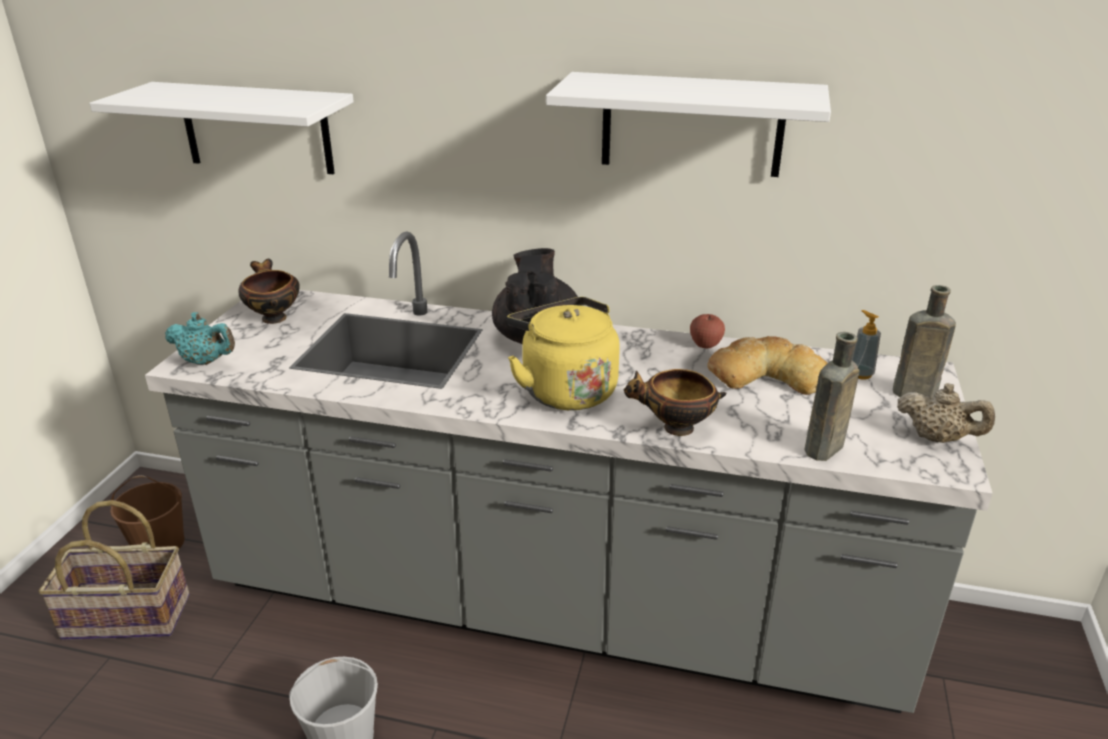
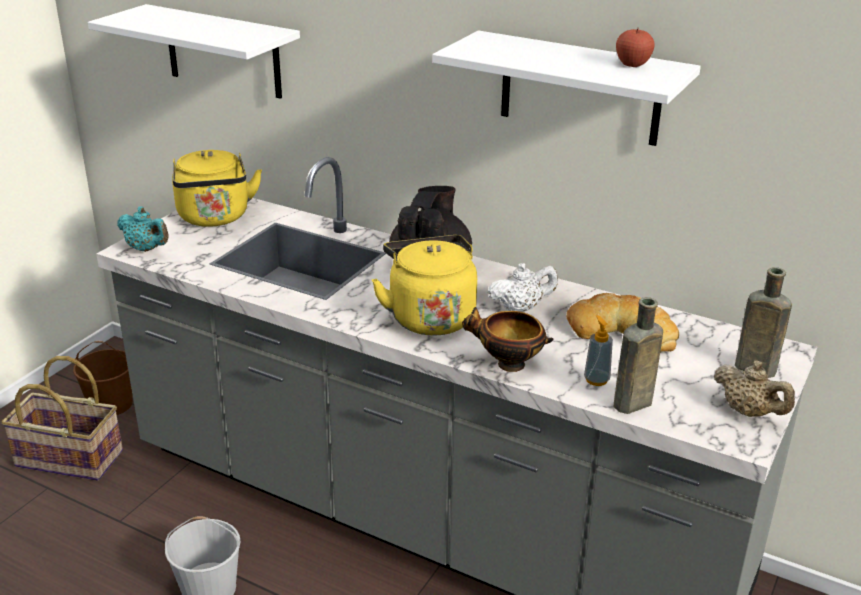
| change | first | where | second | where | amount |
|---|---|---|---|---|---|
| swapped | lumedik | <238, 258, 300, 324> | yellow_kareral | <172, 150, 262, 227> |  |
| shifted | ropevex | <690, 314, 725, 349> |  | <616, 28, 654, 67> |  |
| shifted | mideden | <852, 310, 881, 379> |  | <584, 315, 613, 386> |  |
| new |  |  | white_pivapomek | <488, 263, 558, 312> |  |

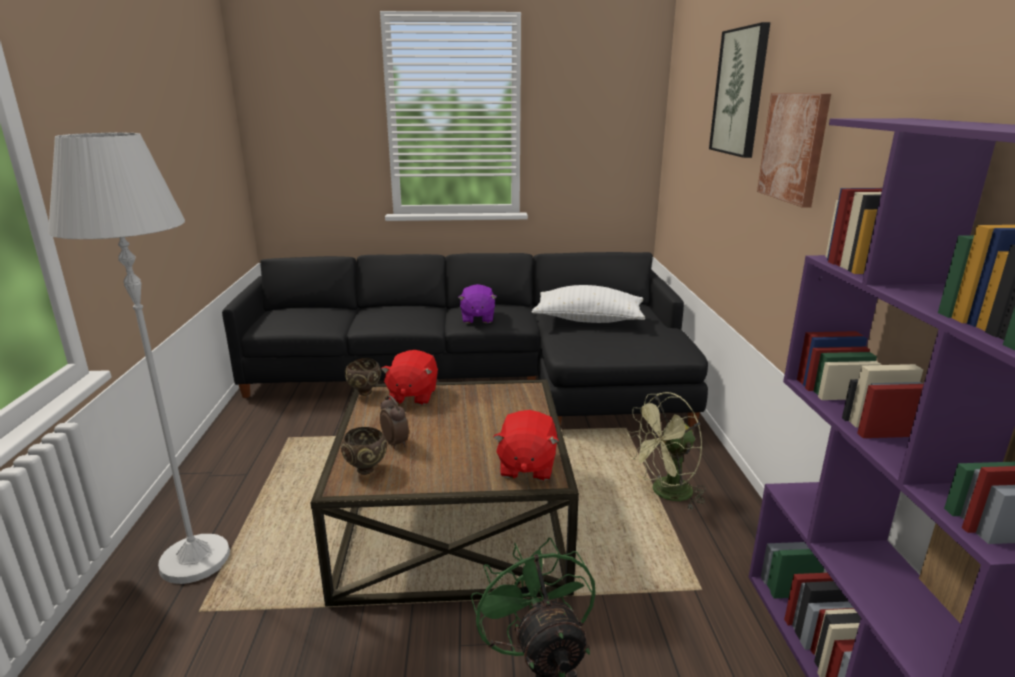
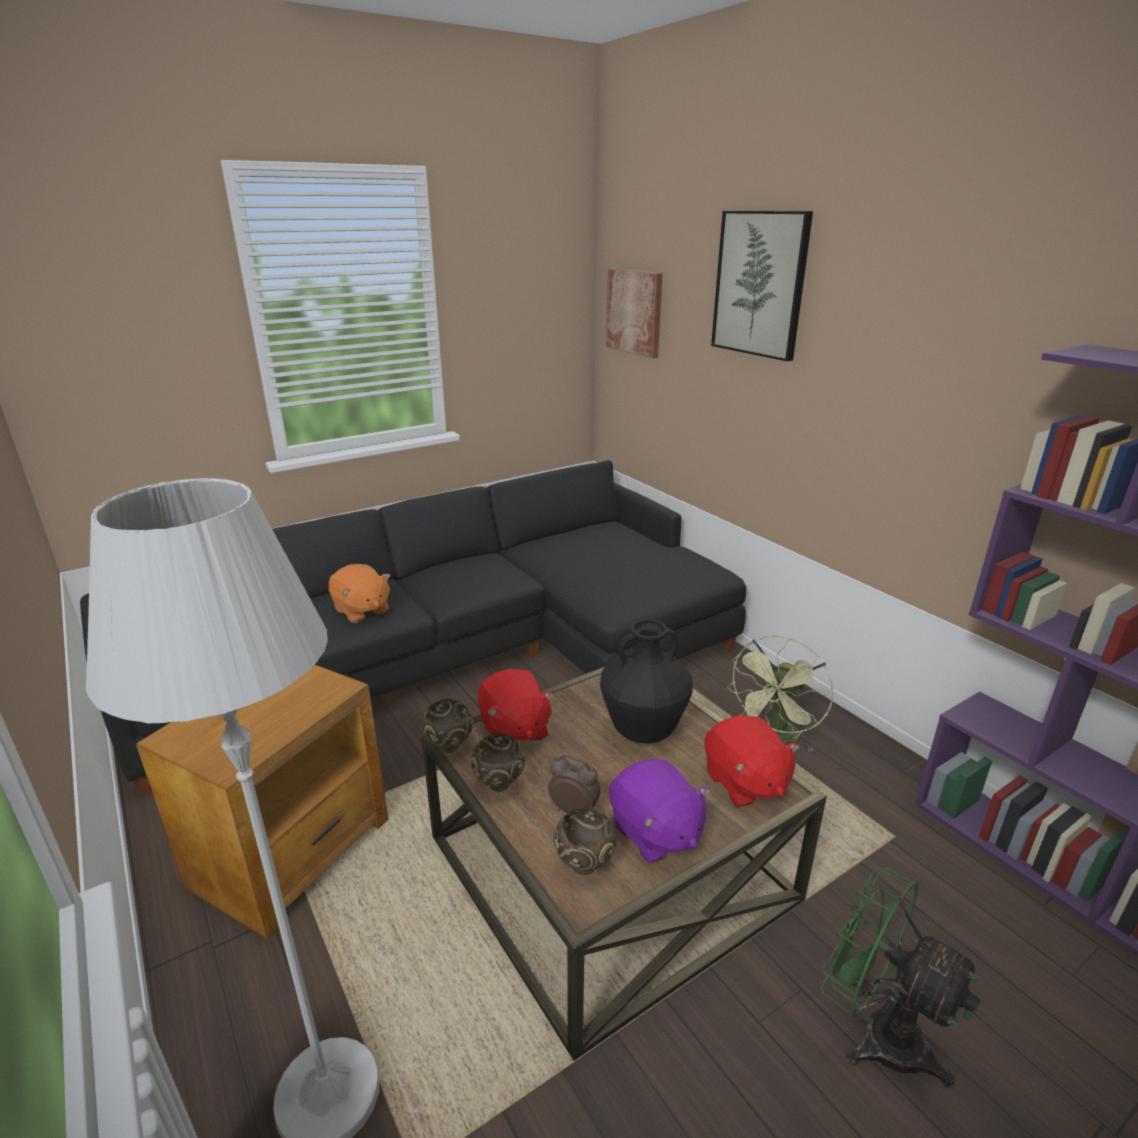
| change | first | where | second | where | amount |
|---|---|---|---|---|---|
| shifted | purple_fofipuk | <458, 284, 497, 323> |  | <609, 759, 710, 863> |  |
| gone | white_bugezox | <532, 285, 645, 323> |  |  |  |
| shifted | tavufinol | <757, 93, 831, 208> |  | <606, 268, 663, 358> |  |
| new |  |  | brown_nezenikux | <136, 665, 389, 940> |  |
| new |  |  | orange_fofipuk | <329, 564, 391, 623> |  |
| new |  |  | brown_lumedik | <471, 734, 525, 792> |  |
| new |  |  | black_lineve | <600, 619, 693, 743> |  |

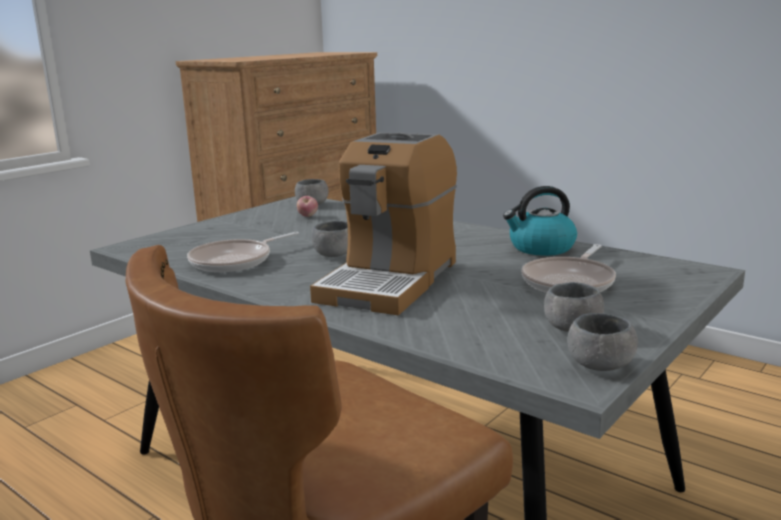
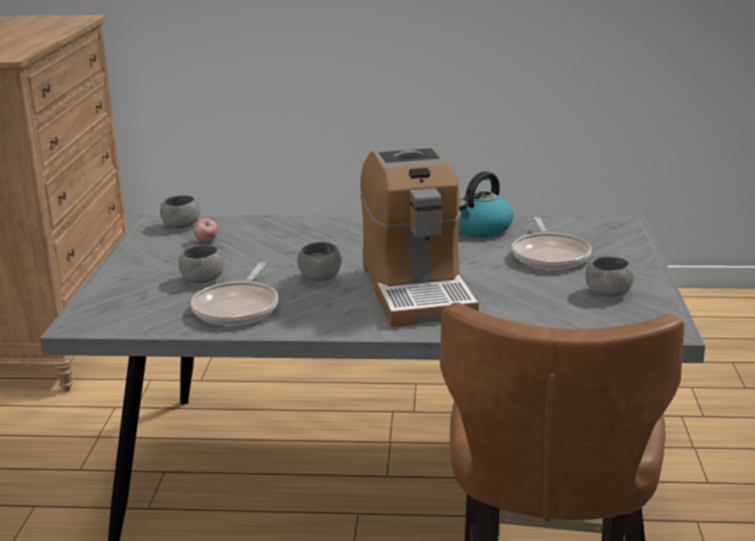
| change | first | where | second | where | amount |
|---|---|---|---|---|---|
| shifted | grey_lumedik | <567, 313, 638, 371> |  | <178, 245, 224, 283> |  |

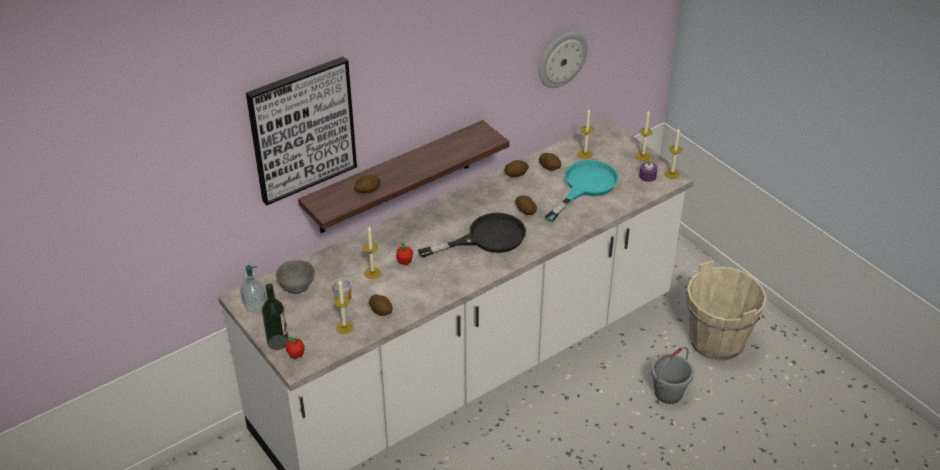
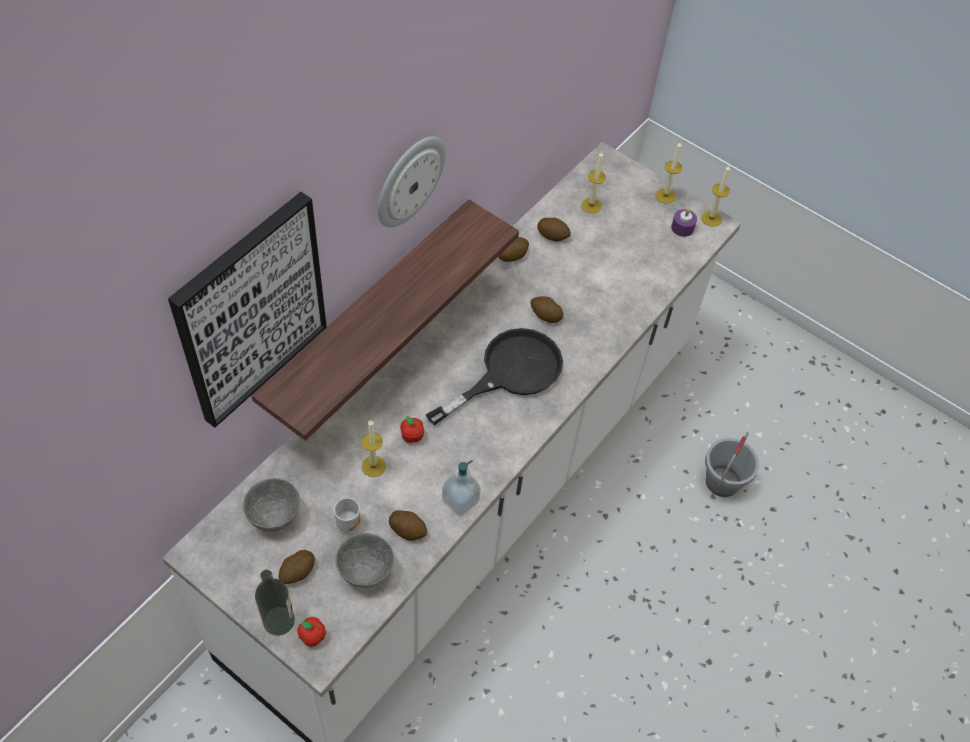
| change | first | where | second | where | amount |
|---|---|---|---|---|---|
| shifted | mideden | <240, 265, 267, 312> |  | <442, 460, 481, 516> |  |
| swapped | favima | <334, 280, 353, 334> | grey_lumedik | <335, 533, 394, 588> |  |
| shifted | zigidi | <354, 175, 380, 193> |  | <278, 550, 315, 584> |  |
| shifted | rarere | <539, 32, 588, 88> |  | <378, 136, 446, 227> |  |
| gone | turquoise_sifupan | <545, 160, 619, 222> |  |  |  |
| gone | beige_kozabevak | <686, 260, 767, 361> |  |  |  |

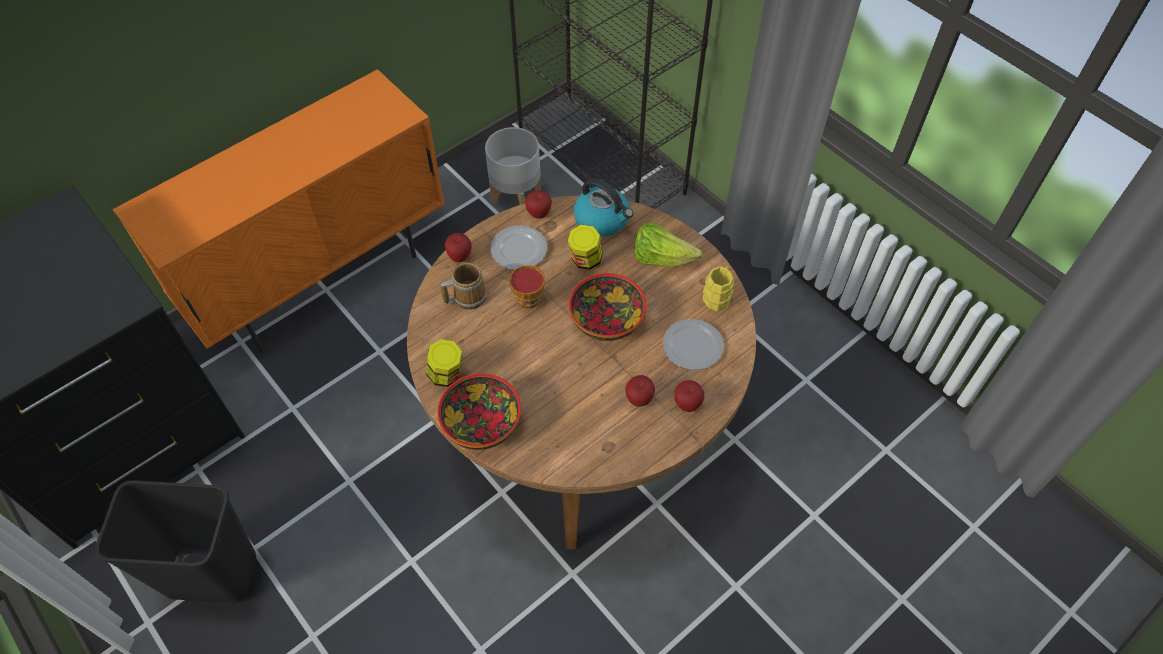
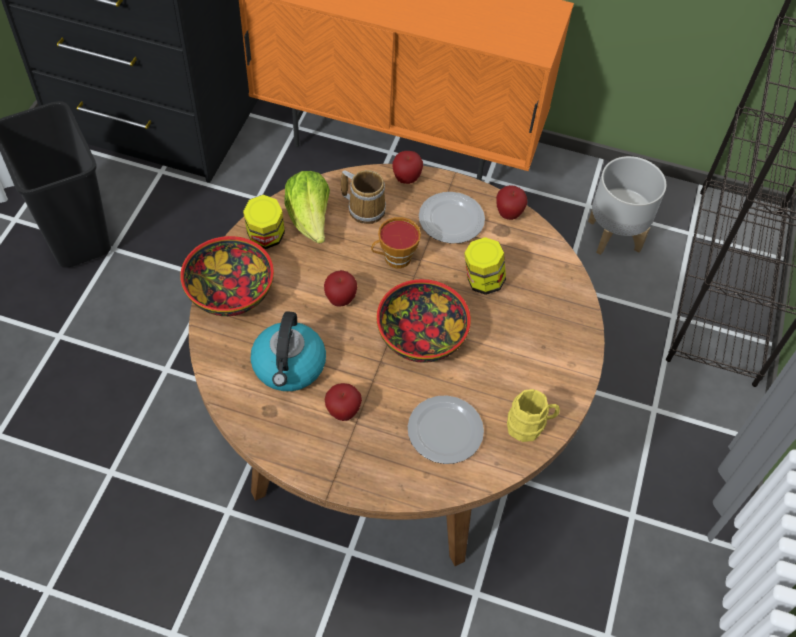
| change | first | where | second | where | amount |
|---|---|---|---|---|---|
| shifted | kareral | <574, 178, 633, 237> |  | <251, 311, 326, 391> |  |
| shifted | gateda | <634, 223, 703, 267> |  | <284, 171, 330, 244> |  |
| shifted | ropevex | <675, 380, 705, 412> |  | <324, 270, 357, 307> |  |

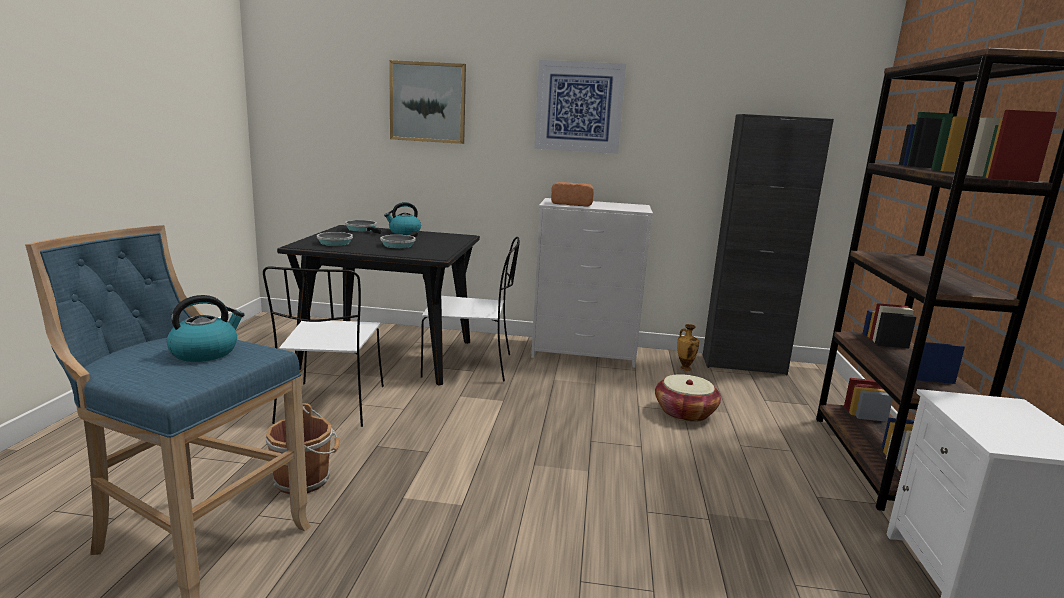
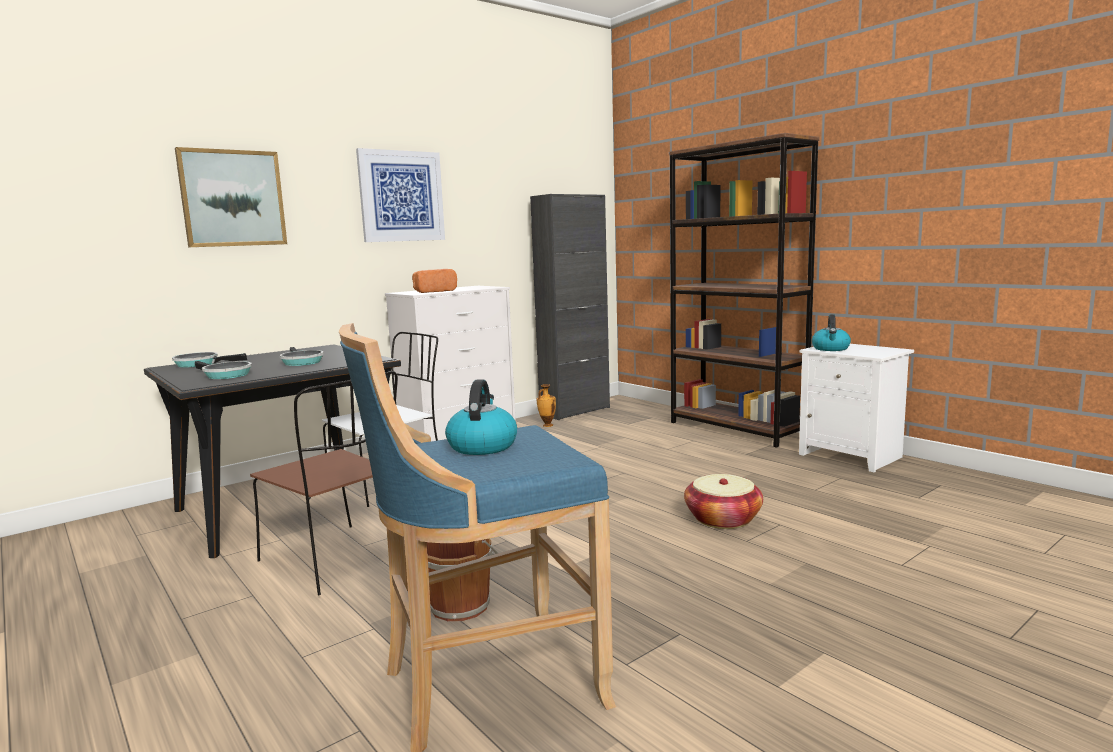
| change | first | where | second | where | amount |
|---|---|---|---|---|---|
| repainted | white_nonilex | <263, 266, 384, 427> | brown_nonilex | <250, 371, 398, 596> |  |
| shifted | kareral | <384, 202, 421, 235> |  | <812, 314, 851, 351> |  |
| shifted | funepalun | <655, 374, 721, 422> |  | <684, 474, 763, 529> |  |

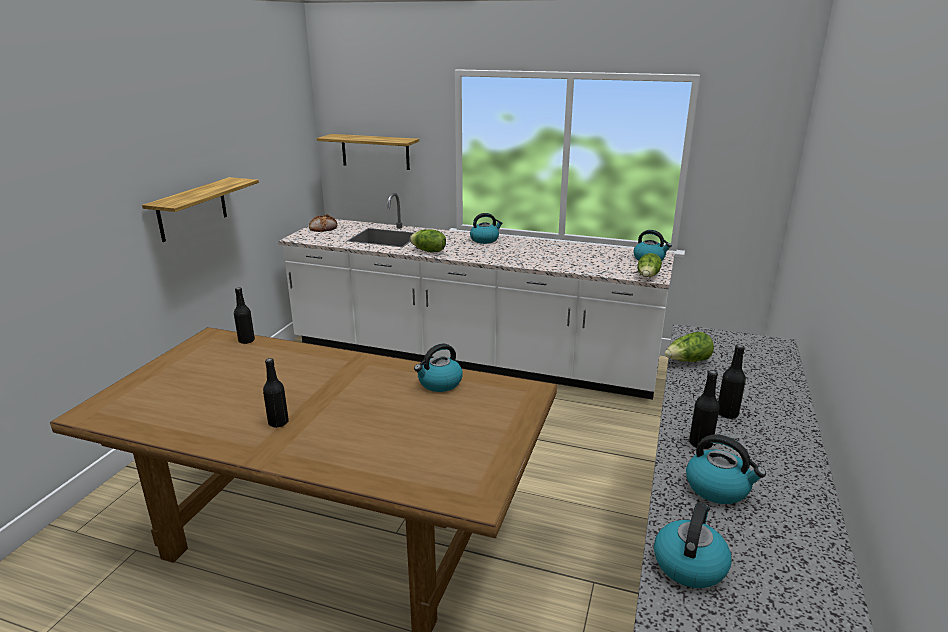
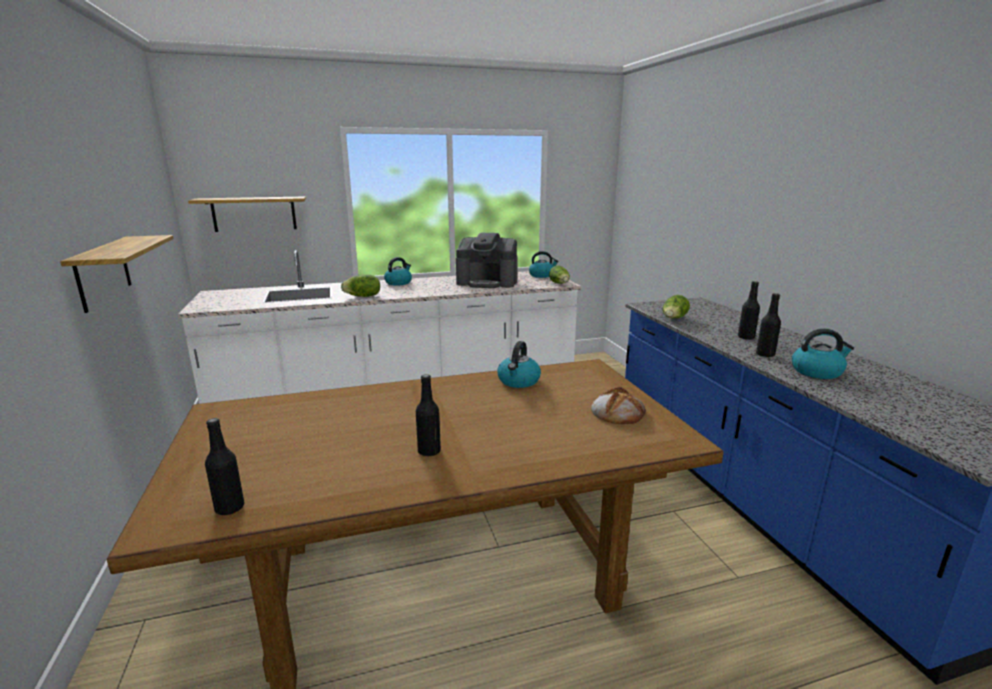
| change | first | where | second | where | amount |
|---|---|---|---|---|---|
| shifted | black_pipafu | <234, 287, 255, 344> |  | <205, 418, 244, 515> |  |
| shifted | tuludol | <309, 214, 337, 232> |  | <591, 387, 645, 424> |  |
| gone | kareral | <654, 503, 731, 588> |  |  |  |
| new |  |  | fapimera | <456, 233, 518, 288> |  |

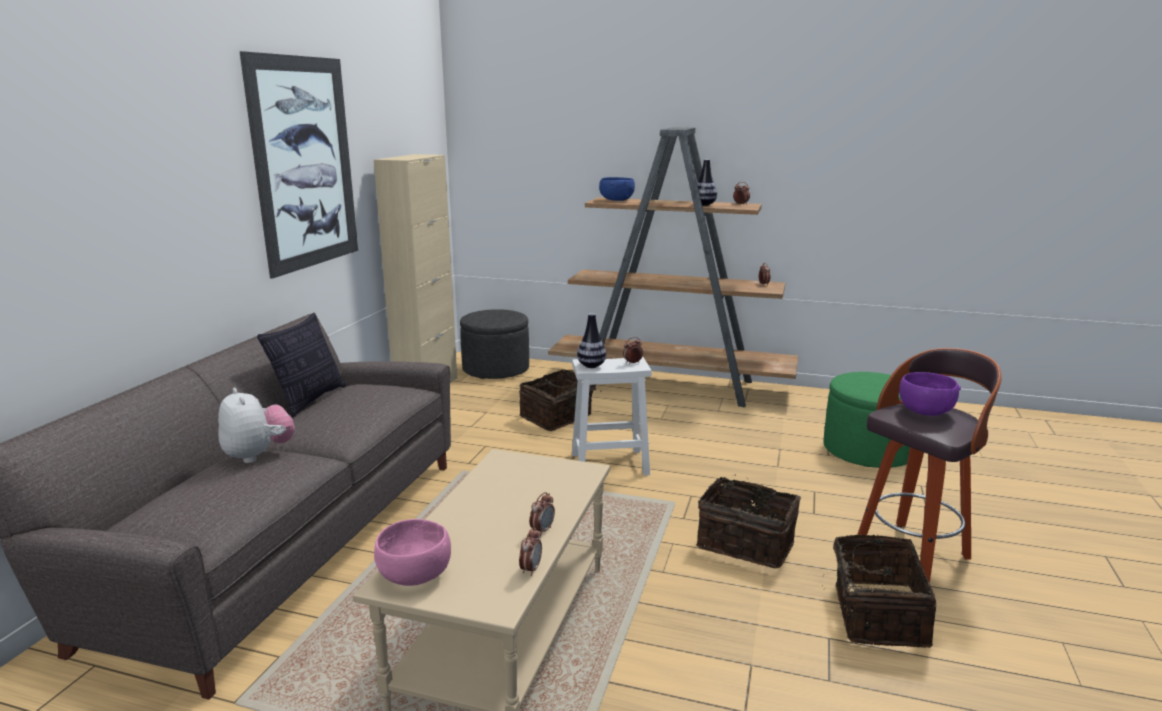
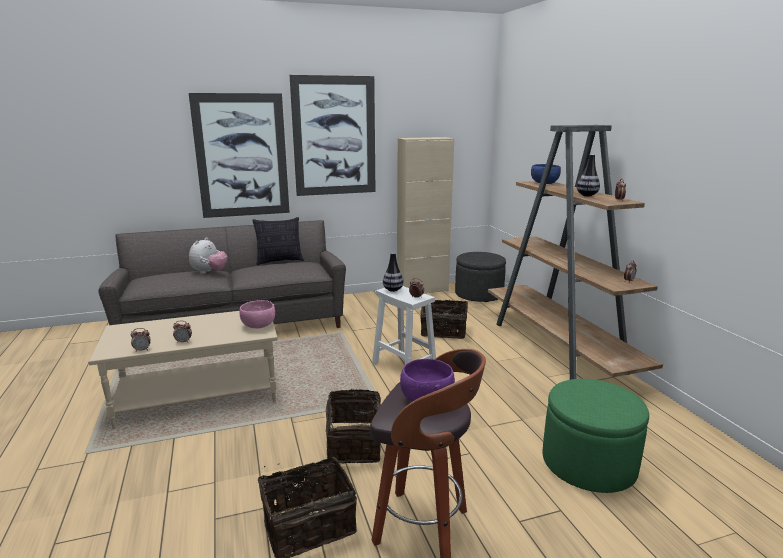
| change | first | where | second | where | amount |
|---|---|---|---|---|---|
| shifted | pink_lumedik | <374, 519, 451, 586> |  | <239, 300, 275, 328> |  |
| new |  |  | tavufinol | <189, 93, 290, 218> |  |

